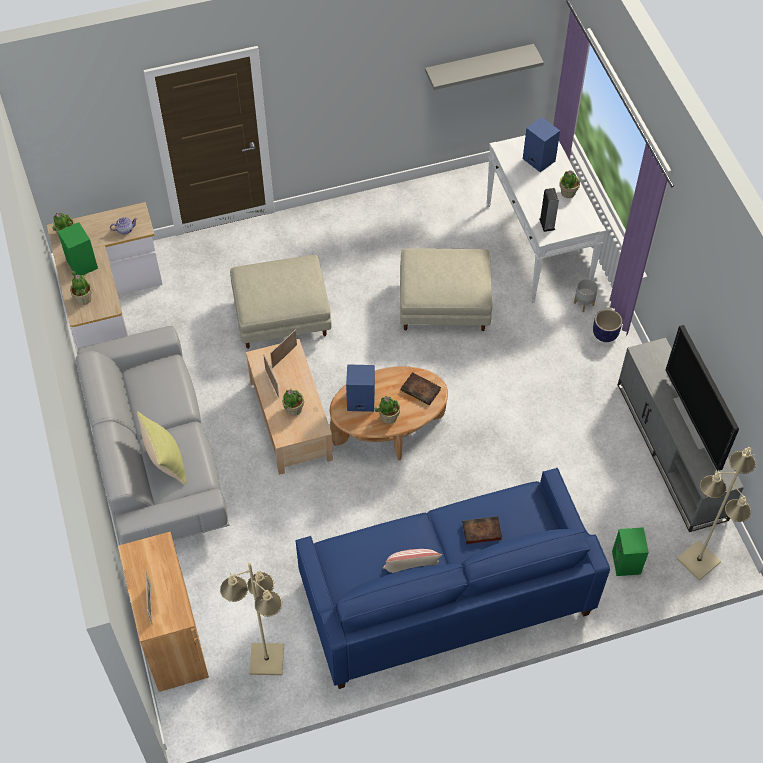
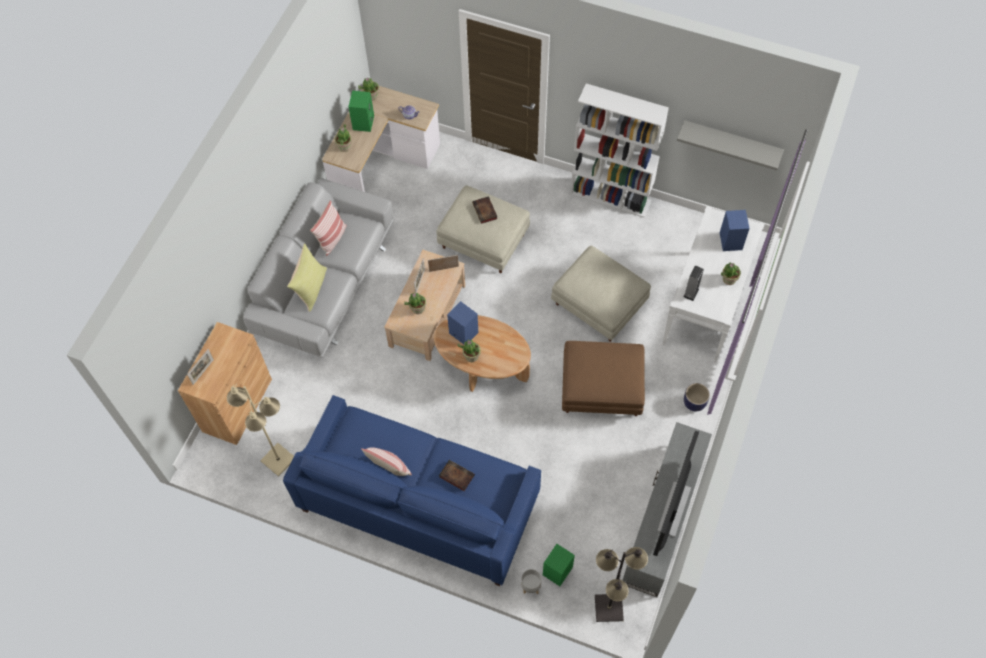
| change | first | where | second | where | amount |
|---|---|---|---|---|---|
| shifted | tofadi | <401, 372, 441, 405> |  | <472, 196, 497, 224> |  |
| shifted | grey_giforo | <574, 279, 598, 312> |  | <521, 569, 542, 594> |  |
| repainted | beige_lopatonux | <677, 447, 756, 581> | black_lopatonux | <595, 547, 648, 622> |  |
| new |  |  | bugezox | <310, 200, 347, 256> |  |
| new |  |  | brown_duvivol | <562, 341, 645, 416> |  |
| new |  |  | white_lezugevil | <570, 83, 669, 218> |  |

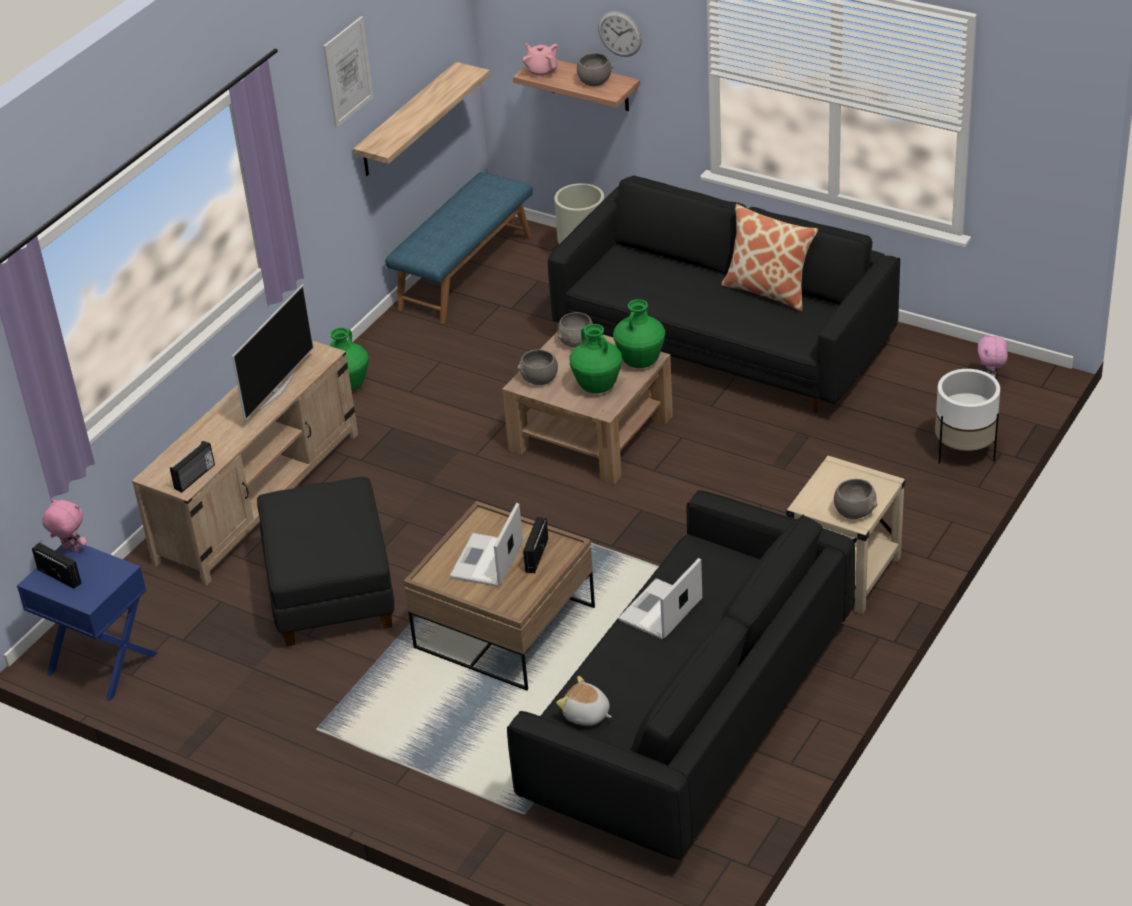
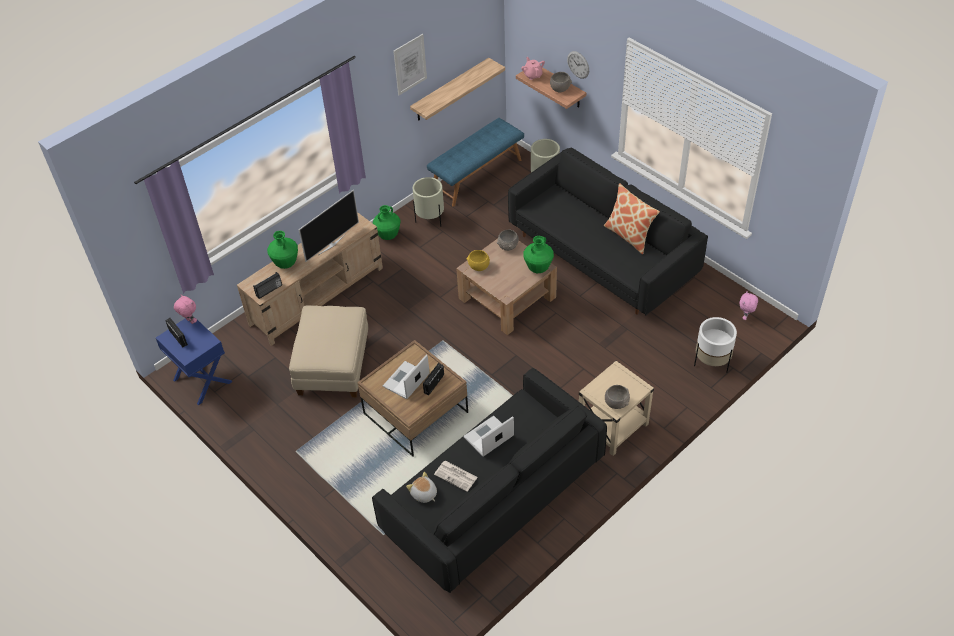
| change | first | where | second | where | amount |
|---|---|---|---|---|---|
| repainted | black_duvivol | <257, 477, 394, 646> | beige_duvivol | <289, 305, 368, 397> |  |
| repainted | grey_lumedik | <517, 349, 558, 385> | yellow_lumedik | <467, 250, 490, 271> |  |
| shifted | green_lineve | <570, 324, 622, 394> |  | <267, 231, 298, 269> |  |
| new |  |  | beige_giforo | <413, 177, 444, 227> |  |
| new |  |  | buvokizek | <434, 461, 478, 491> |  |

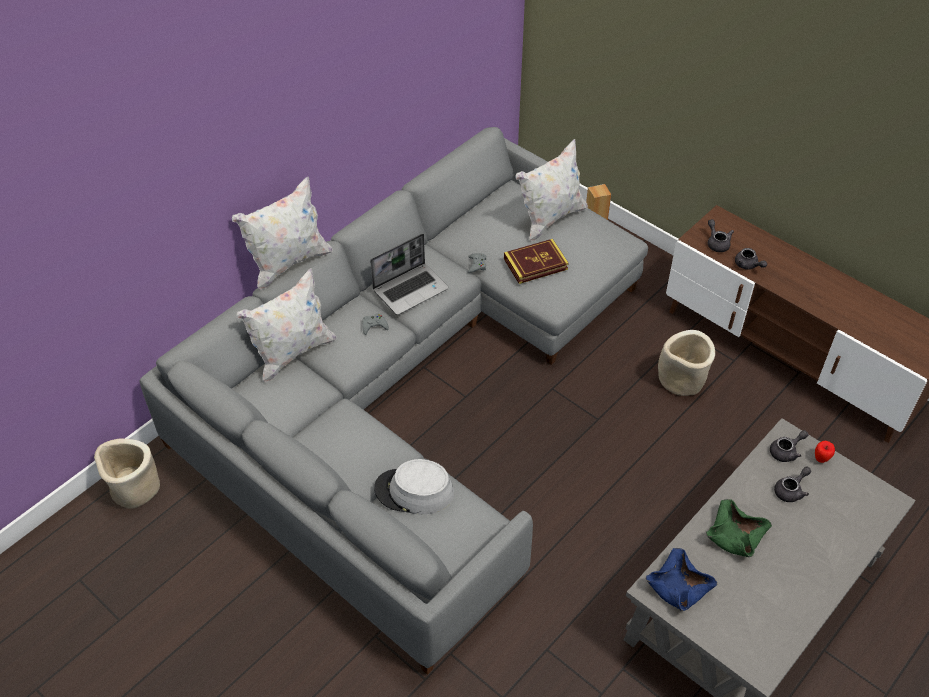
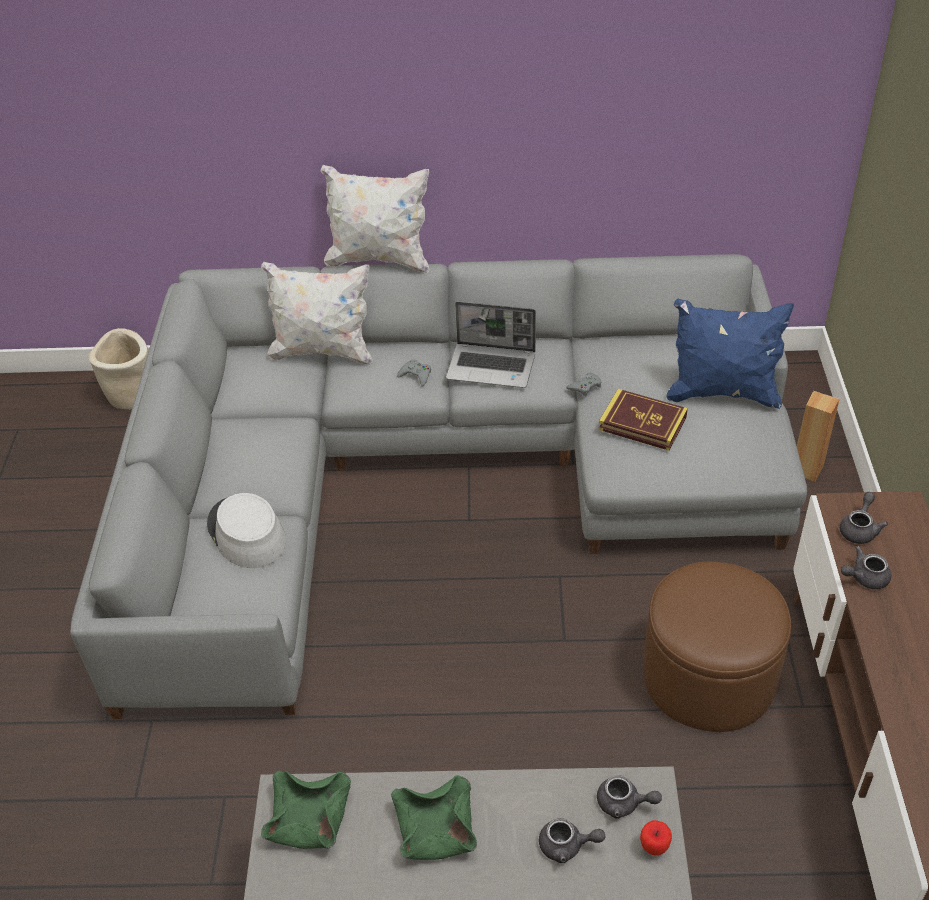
| change | first | where | second | where | amount |
|---|---|---|---|---|---|
| repainted | white_bugezox | <516, 139, 588, 242> | blue_bugezox | <667, 298, 794, 409> |  |
| repainted | blue_lumedik | <646, 548, 717, 611> | green_lumedik | <261, 770, 351, 849> |  |
| swapped | beige_giforo | <658, 330, 715, 396> | brown_duvivol | <643, 562, 791, 732> |  |
| rotated | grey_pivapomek | <735, 248, 767, 270> |  | <841, 546, 891, 589> | 60 degrees clockwise |

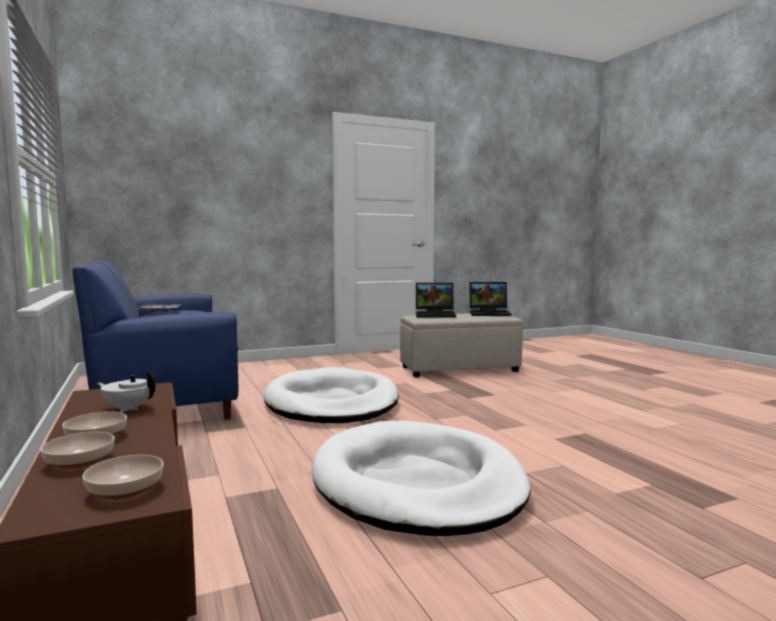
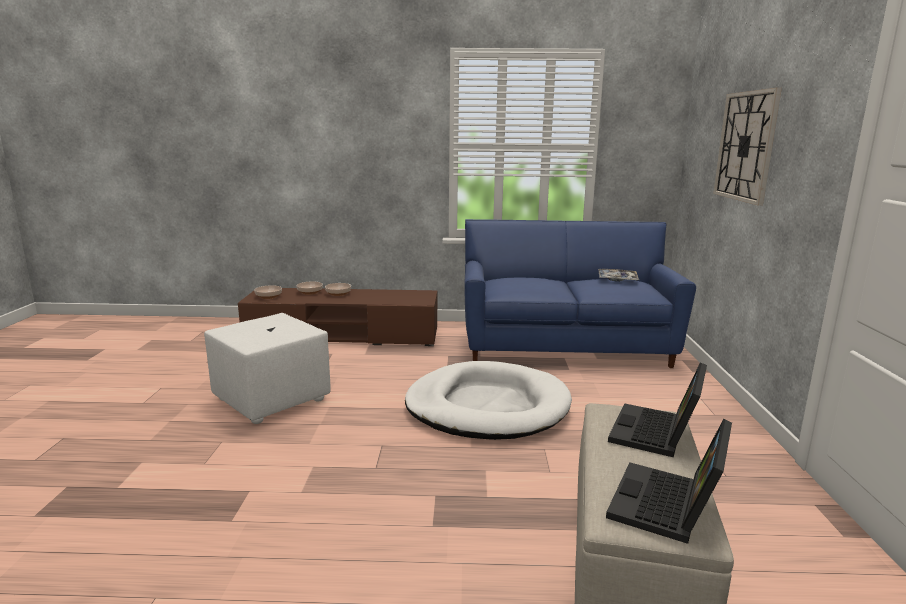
| change | first | where | second | where | amount |
|---|---|---|---|---|---|
| gone | white_pivapomek | <97, 370, 156, 413> |  |  |  |
| swapped | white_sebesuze | <311, 420, 530, 536> | white_duvivol | <204, 313, 331, 424> |  |
| new |  |  | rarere | <713, 88, 782, 206> |  |

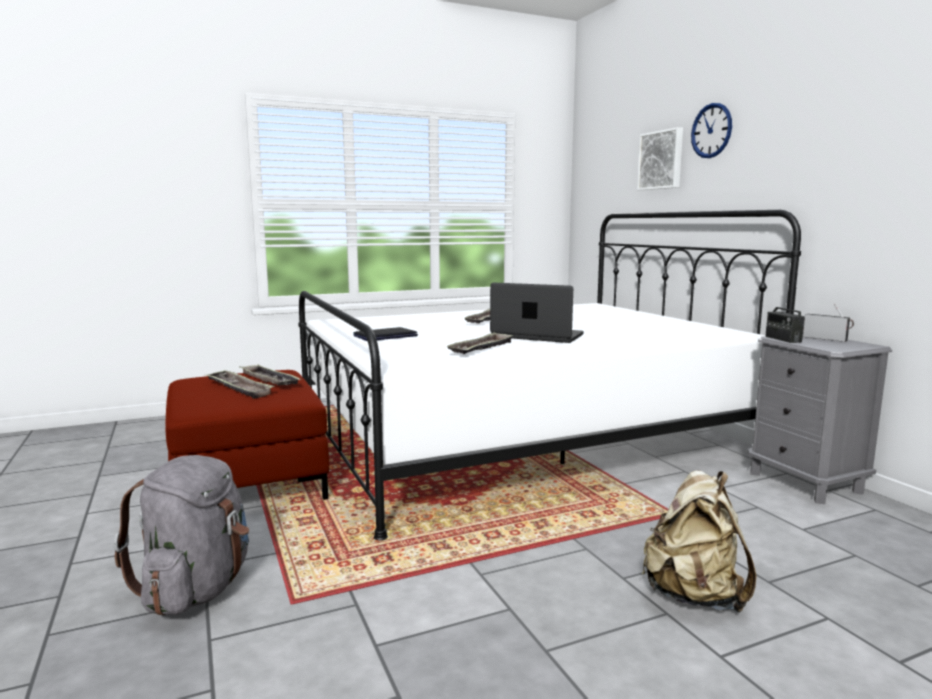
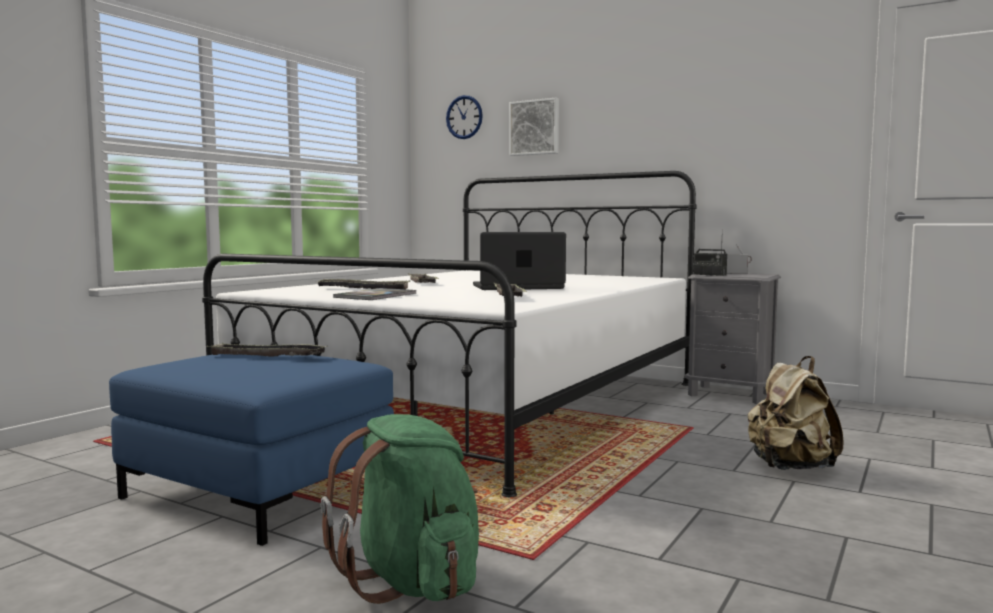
| change | first | where | second | where | amount |
|---|---|---|---|---|---|
| repainted | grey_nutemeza | <114, 455, 249, 616> | green_nutemeza | <320, 414, 479, 604> |  |
| repainted | red_duvivol | <166, 370, 329, 500> | blue_duvivol | <109, 354, 394, 546> |  |
| shifted | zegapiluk | <205, 370, 275, 399> |  | <318, 279, 410, 289> |  |
| swapped | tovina | <353, 327, 418, 341> | tofadi | <333, 288, 417, 300> |  |
| shifted | rarere | <691, 103, 732, 158> |  | <446, 95, 483, 139> |  |

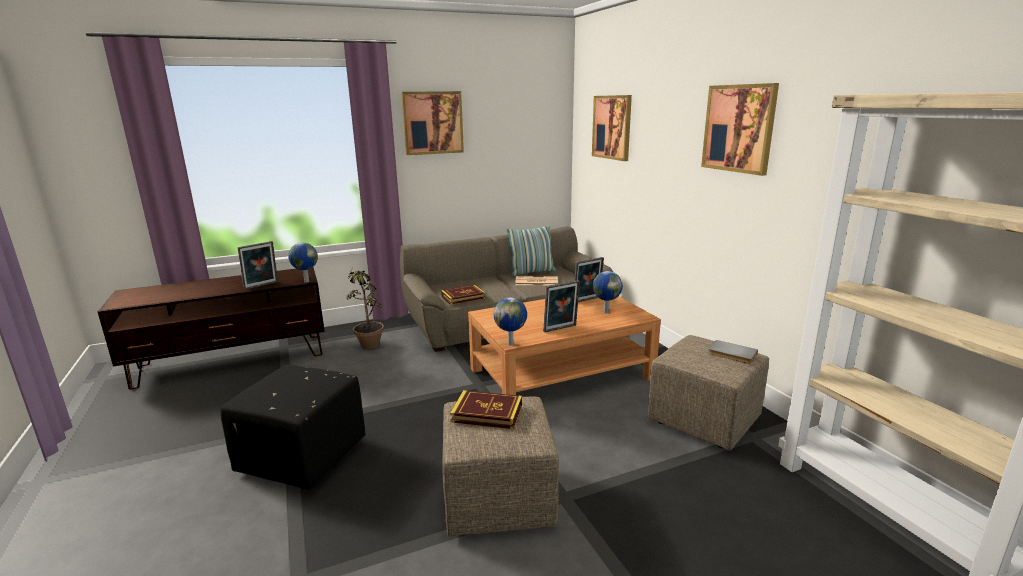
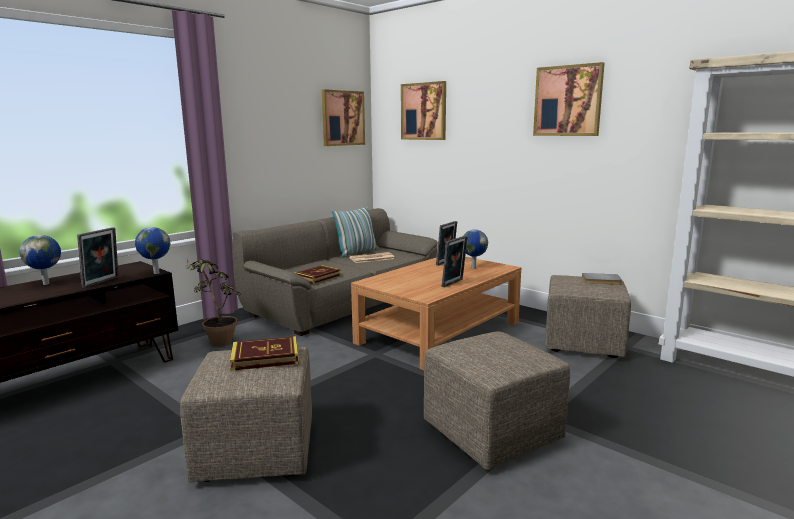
| change | first | where | second | where | amount |
|---|---|---|---|---|---|
| repainted | black_duvivol | <220, 365, 366, 490> | beige_duvivol | <180, 347, 312, 483> |  |
| shifted | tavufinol | <401, 91, 464, 155> |  | <322, 89, 365, 146> |  |
| shifted | tofadi | <450, 390, 522, 429> |  | <230, 336, 298, 371> |  |
| shifted | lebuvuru | <494, 297, 527, 345> |  | <20, 235, 61, 285> |  |

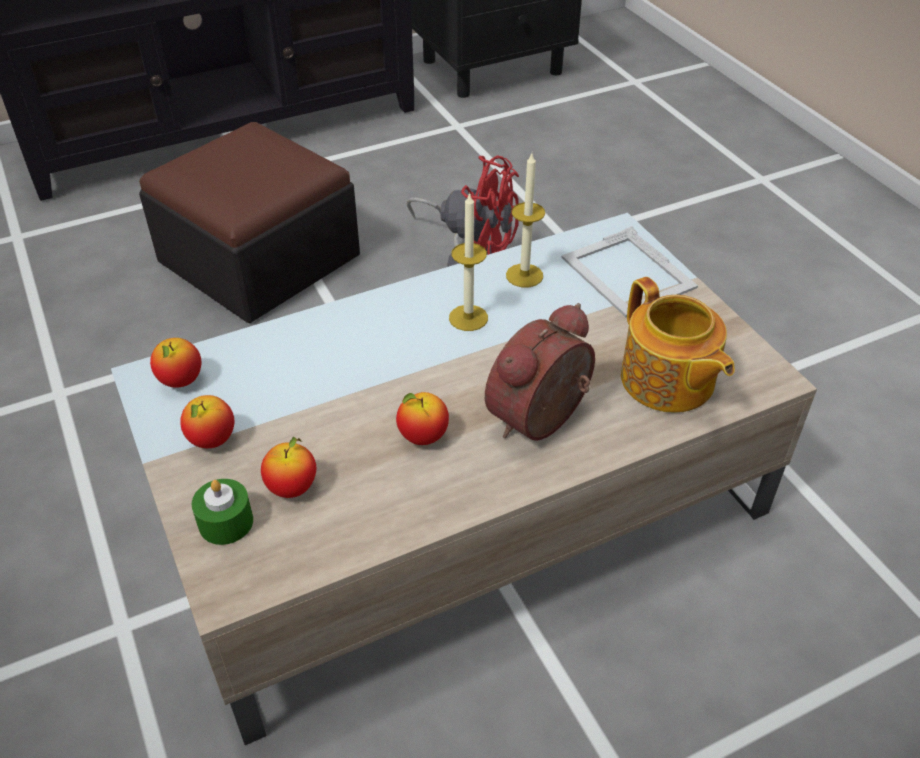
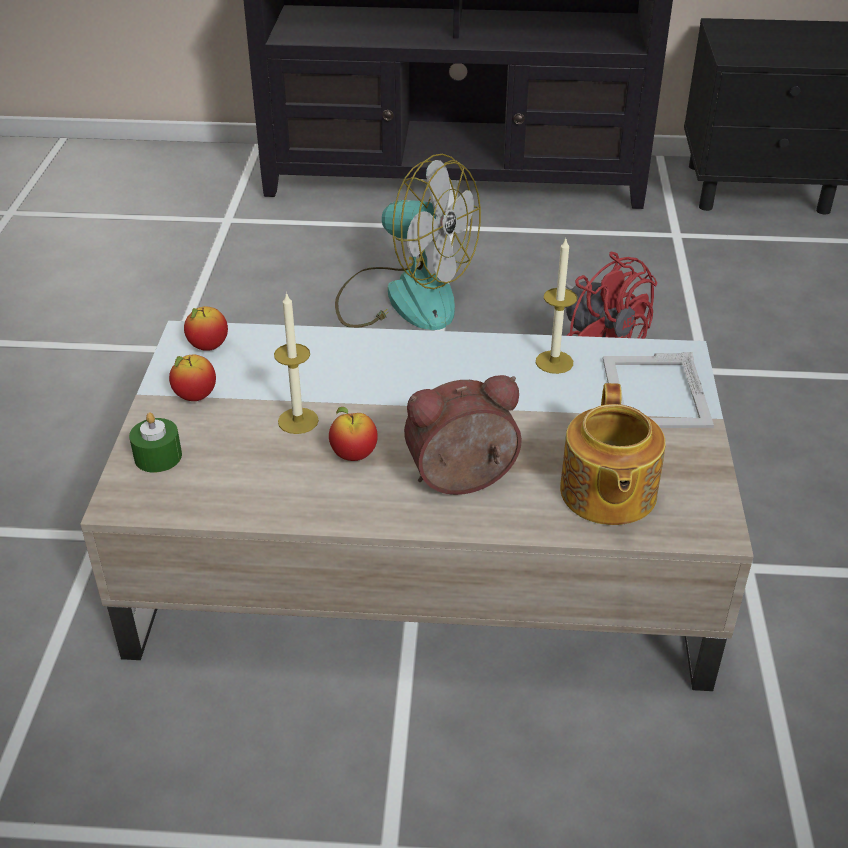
| change | first | where | second | where | amount |
|---|---|---|---|---|---|
| swapped | duvivol | <139, 122, 360, 323> | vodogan | <335, 153, 481, 330> |  |
| gone | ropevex | <261, 437, 316, 498> |  |  |  |
| shifted | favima | <449, 192, 488, 331> |  | <274, 292, 319, 434> |  |

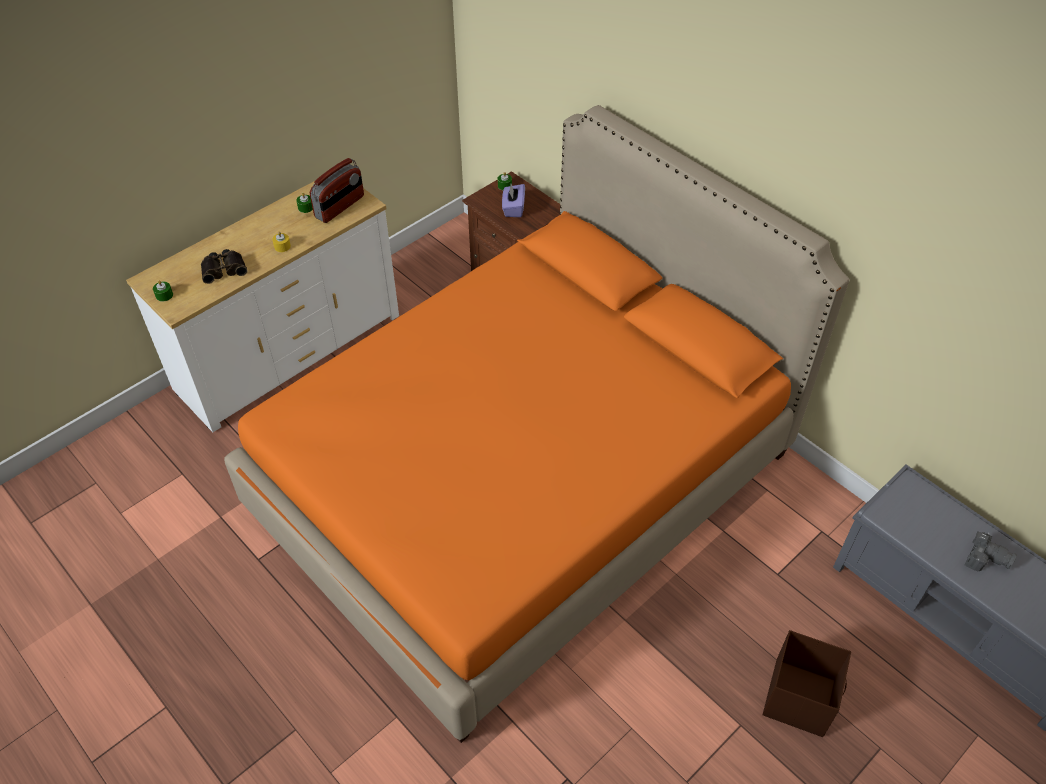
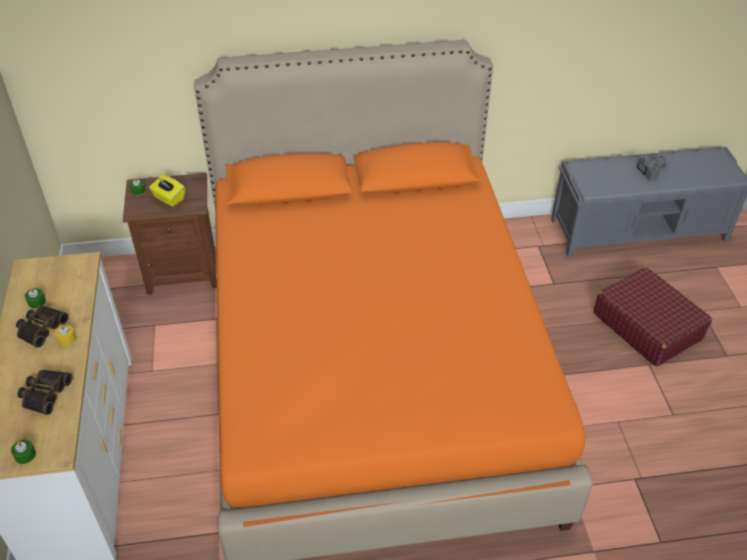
| change | first | where | second | where | amount |
|---|---|---|---|---|---|
| gone | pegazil | <310, 158, 364, 223> |  |  |  |
| repainted | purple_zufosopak | <502, 184, 525, 217> | yellow_zufosopak | <149, 175, 185, 207> |  |
| swapped | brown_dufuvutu | <763, 630, 851, 737> | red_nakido | <594, 267, 712, 366> |  |
| new |  |  | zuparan | <16, 306, 69, 348> |  |

